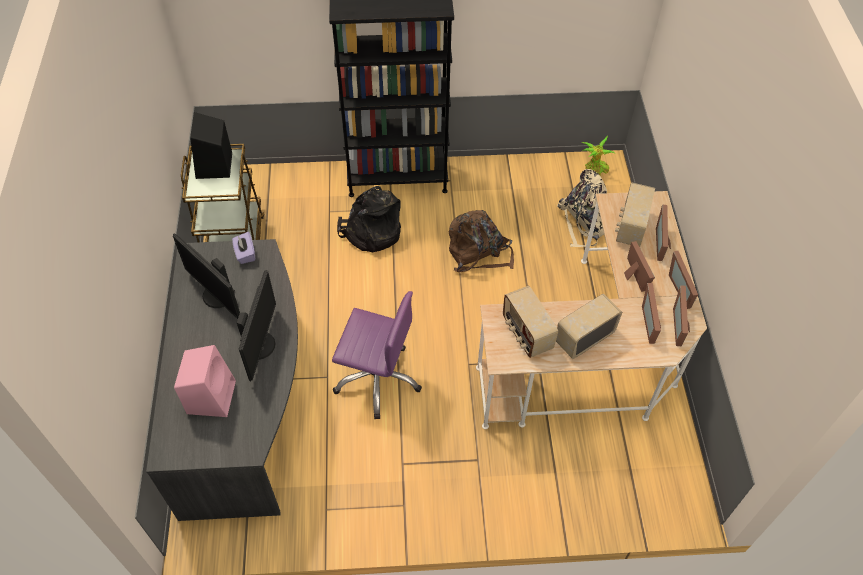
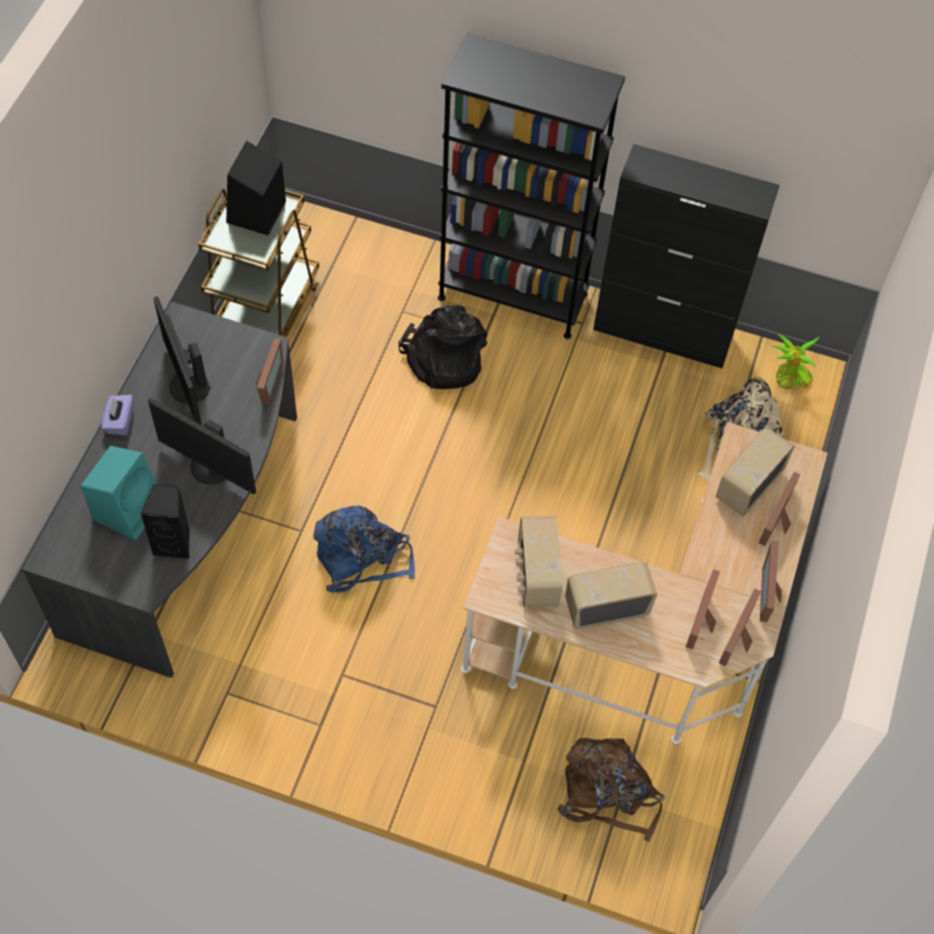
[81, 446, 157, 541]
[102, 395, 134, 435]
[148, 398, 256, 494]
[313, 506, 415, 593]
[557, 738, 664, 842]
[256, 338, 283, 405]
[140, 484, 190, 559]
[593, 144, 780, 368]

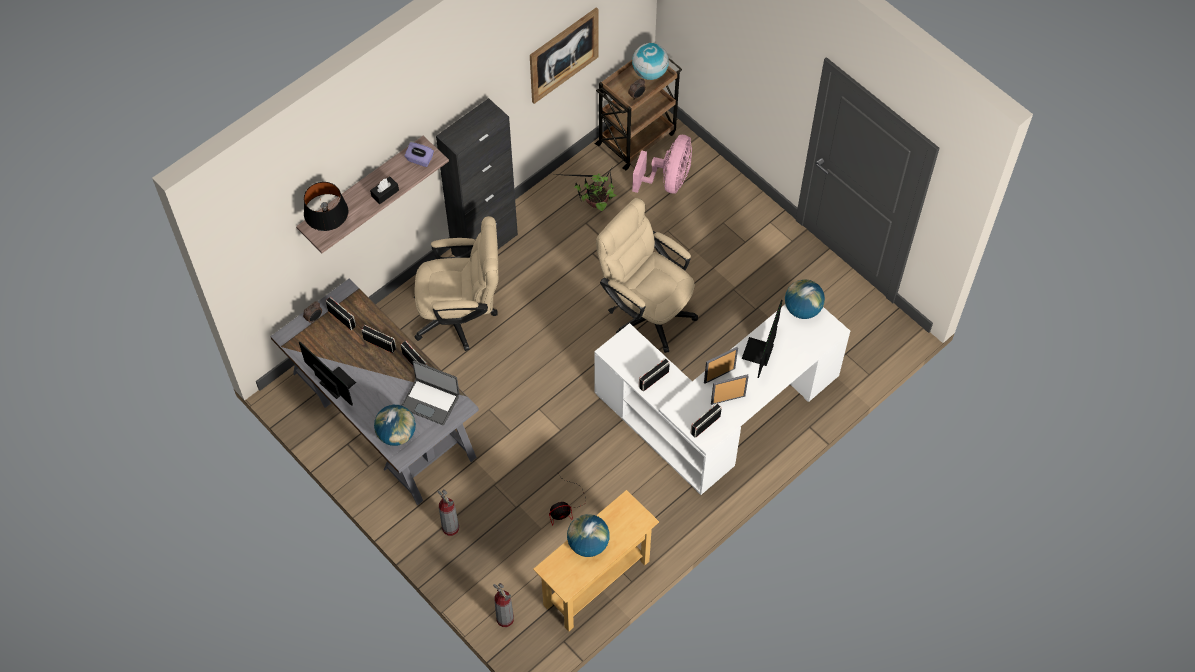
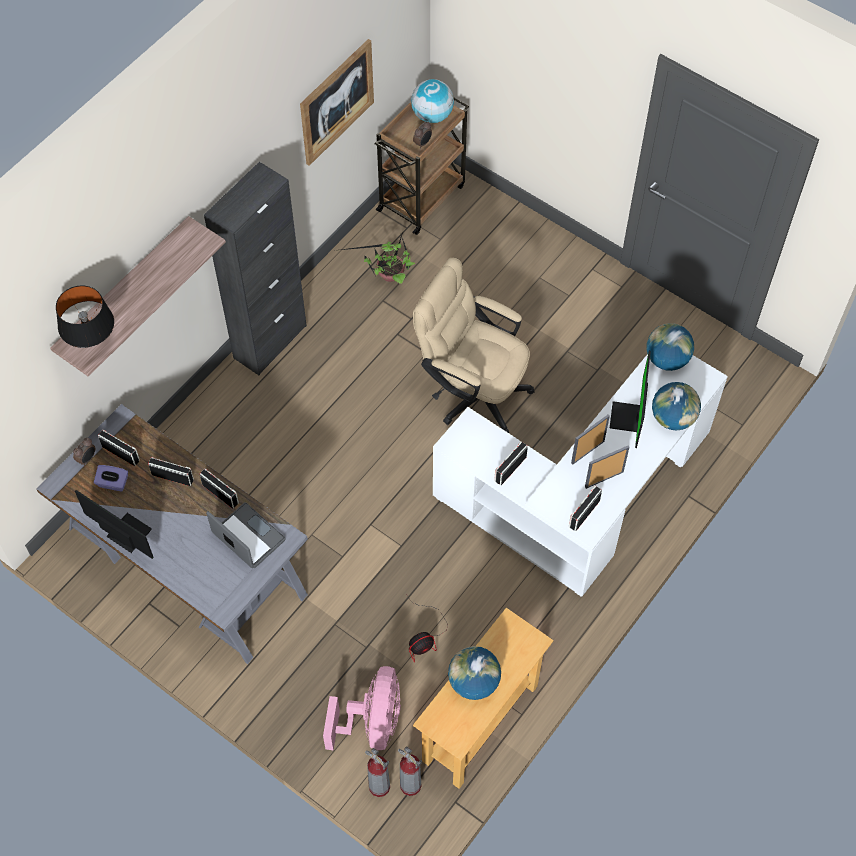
[370, 176, 399, 204] (first image)
[652, 382, 701, 430]
[206, 502, 286, 568]
[94, 465, 128, 491]
[414, 216, 498, 351] (first image)
[398, 746, 422, 796]
[323, 666, 401, 750]

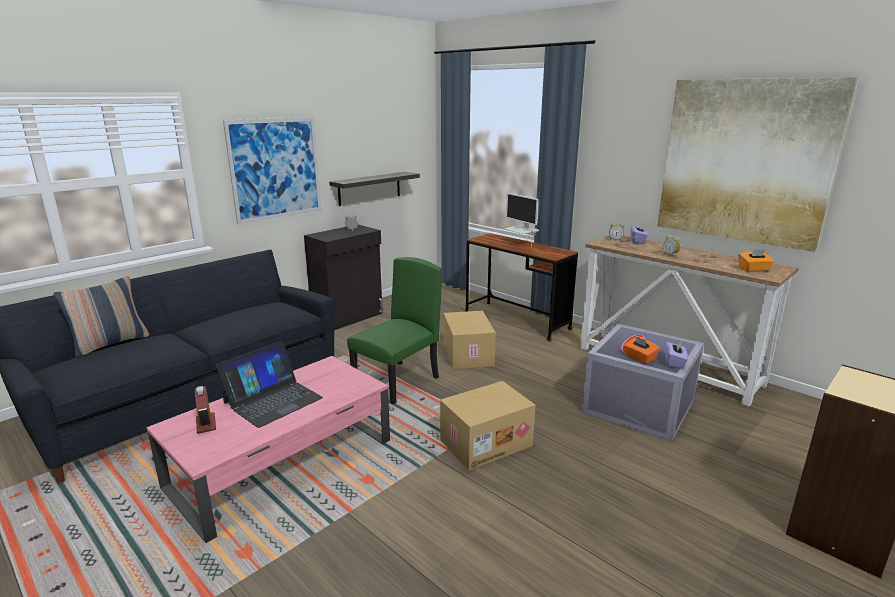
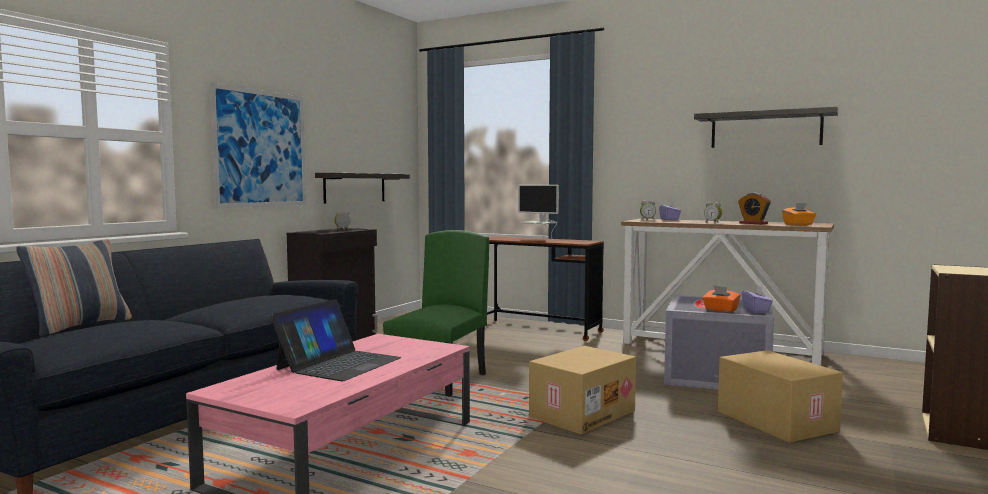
[738, 193, 770, 224]
[718, 350, 843, 443]
[694, 107, 839, 148]

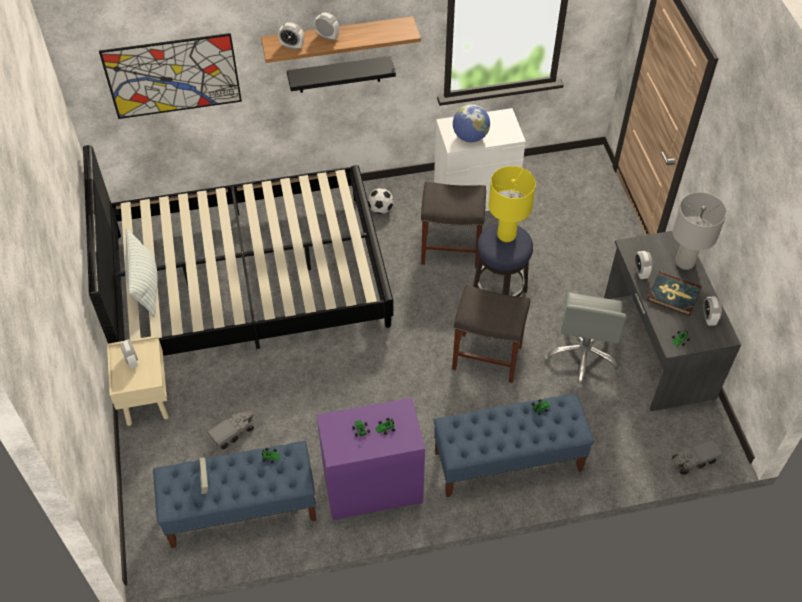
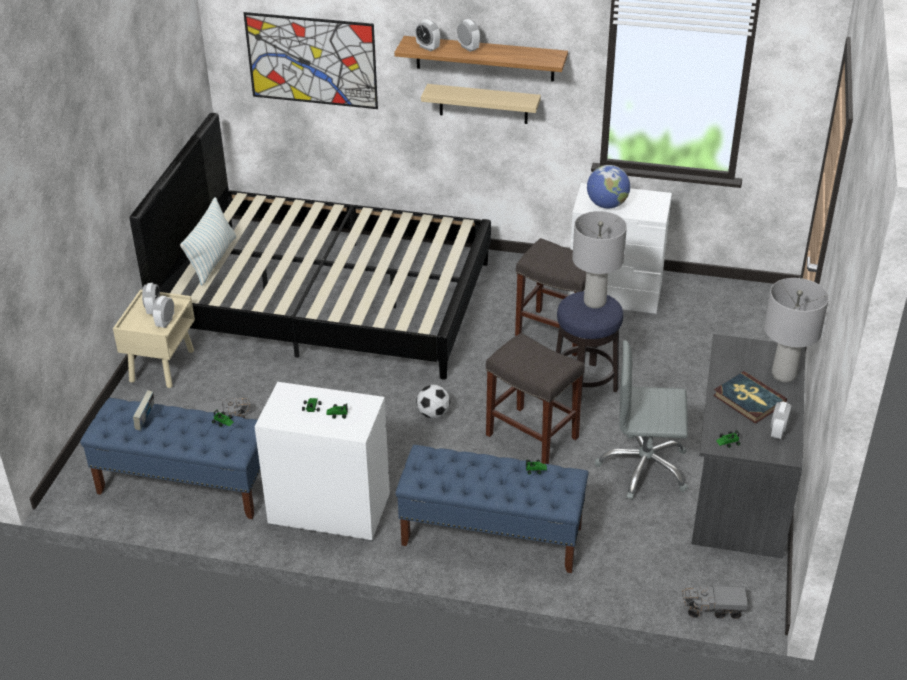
[421, 84, 541, 124]
[254, 382, 390, 542]
[416, 385, 451, 418]
[572, 211, 627, 309]
[595, 340, 688, 500]
[152, 296, 174, 328]

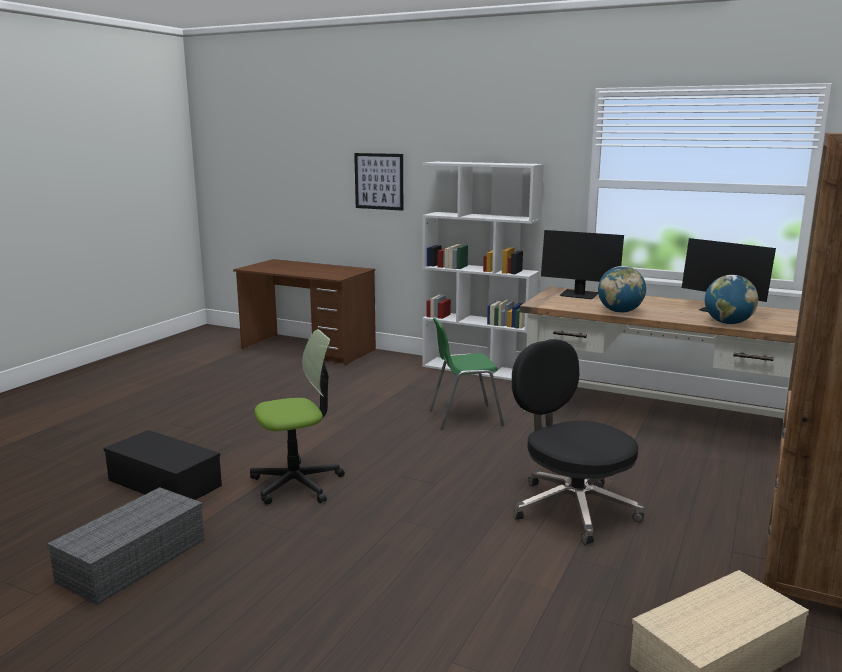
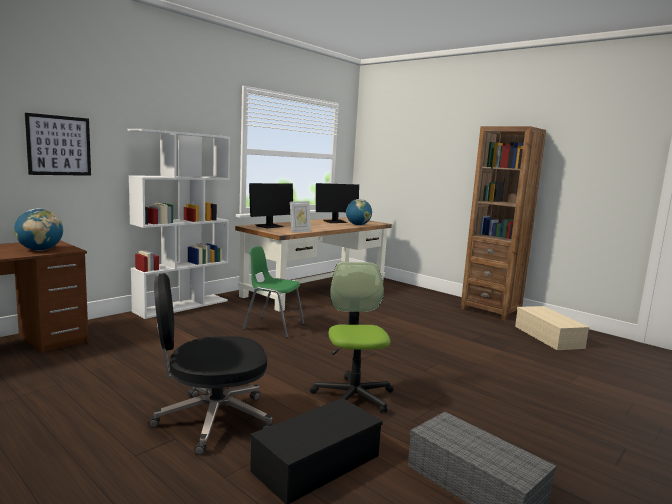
[243, 246, 304, 338]
[149, 273, 272, 455]
[14, 209, 63, 251]
[290, 201, 311, 233]

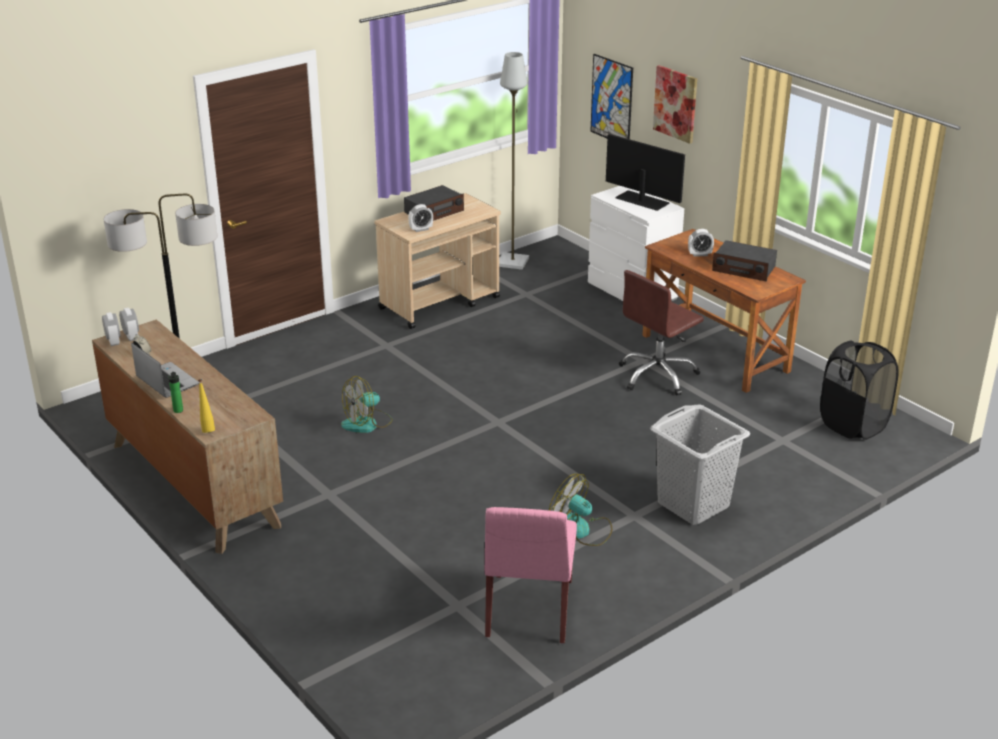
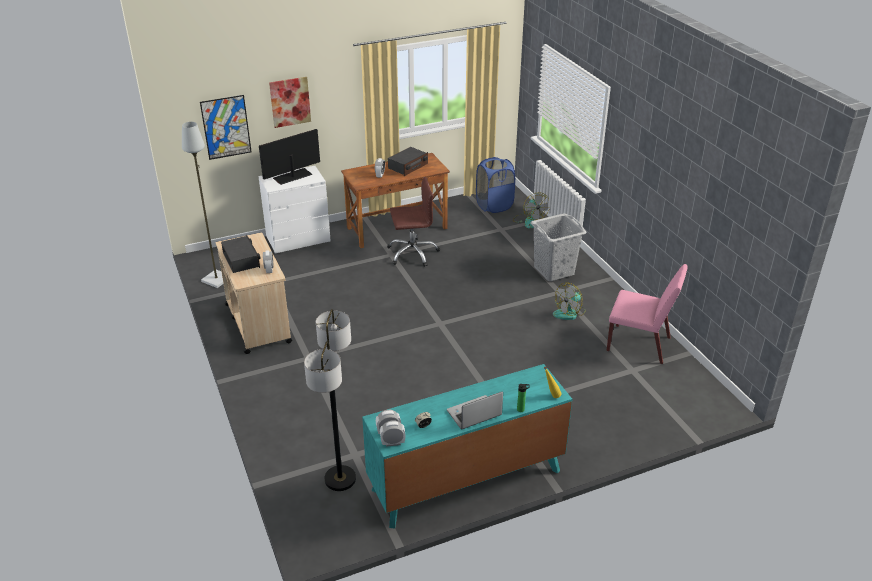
[362, 364, 572, 529]
[513, 192, 550, 228]
[387, 177, 440, 267]
[476, 157, 515, 213]

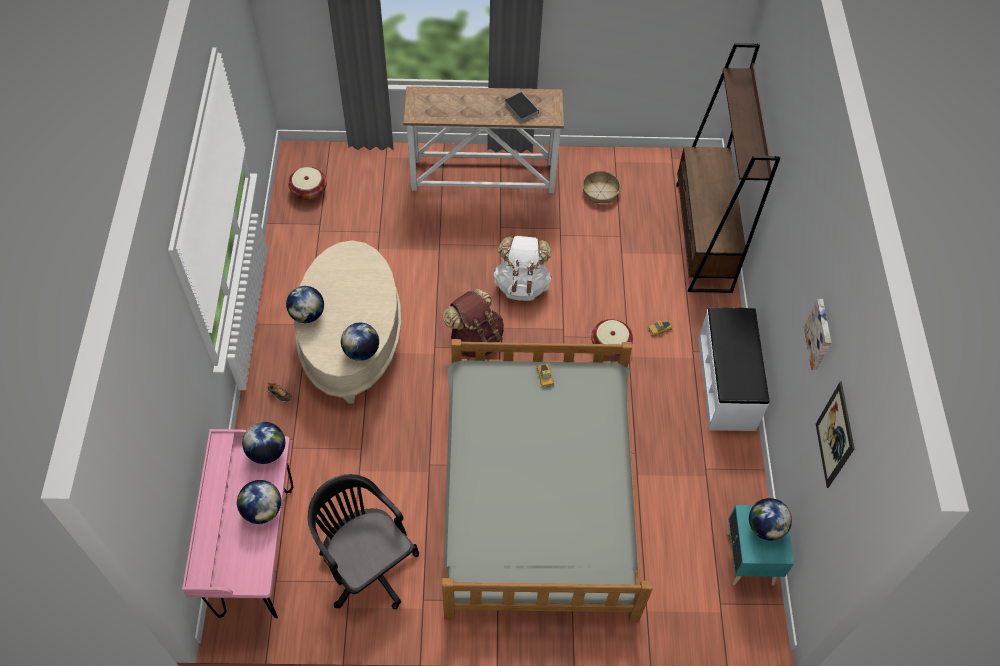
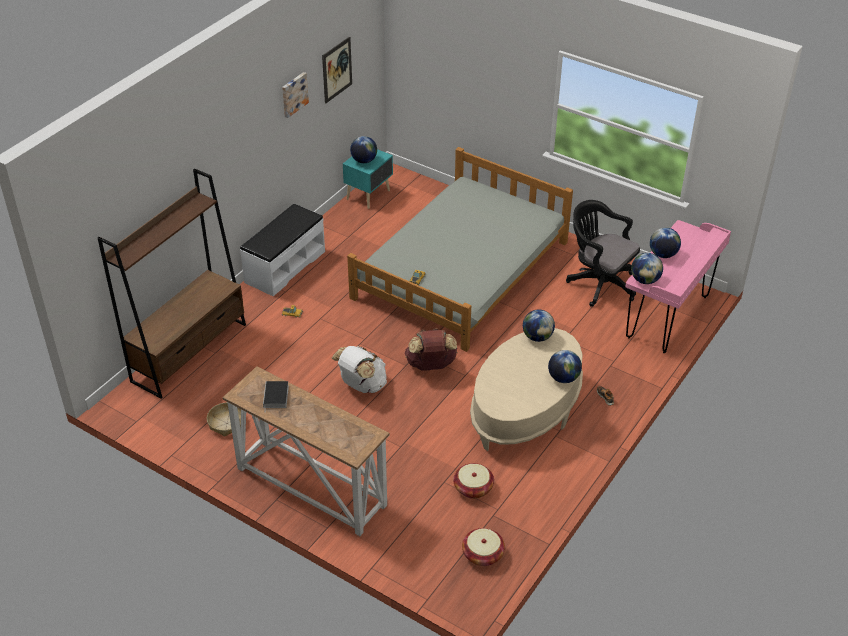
[566, 200, 640, 307]
[453, 463, 494, 499]

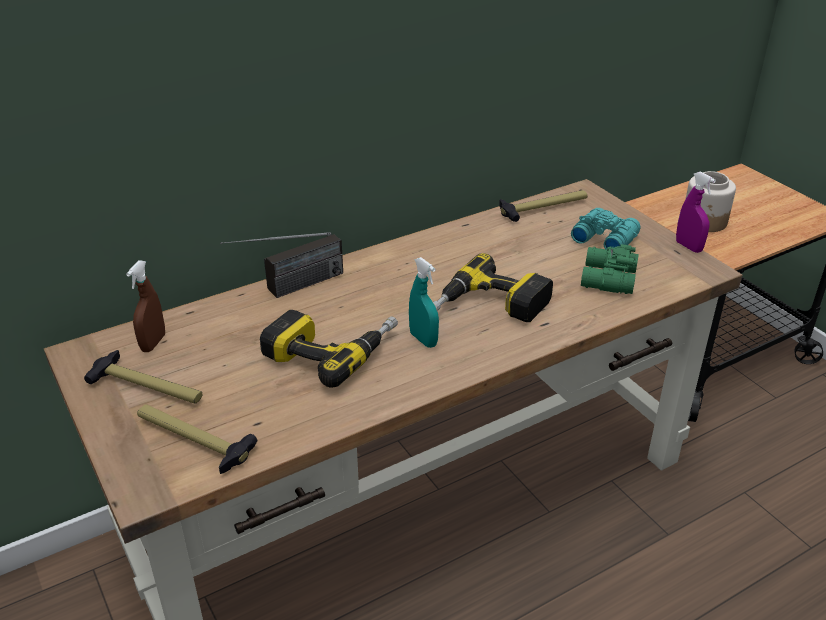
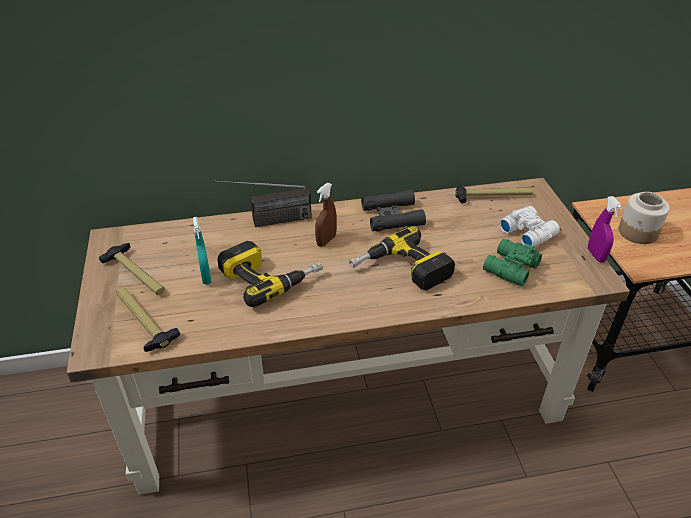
[315, 183, 337, 247]
[193, 217, 212, 285]
[499, 206, 560, 247]
[361, 190, 426, 231]

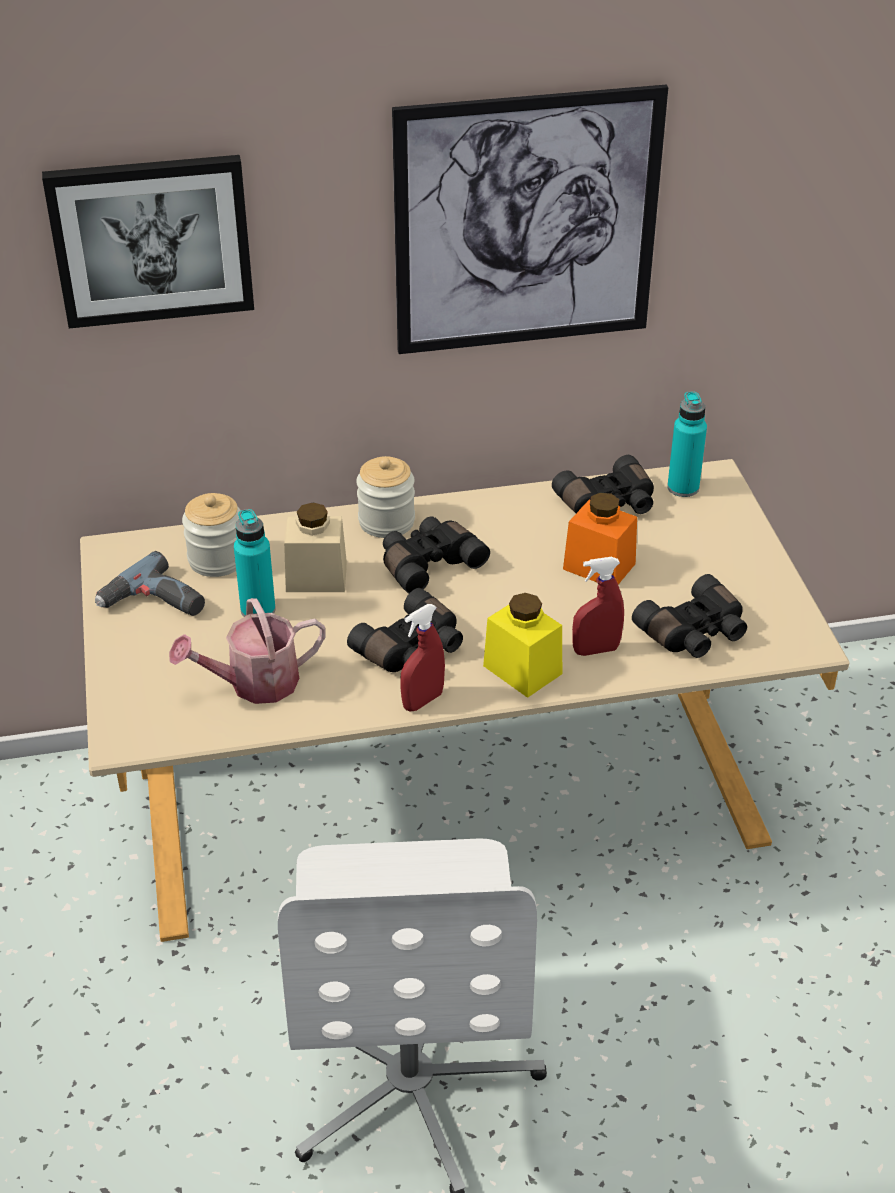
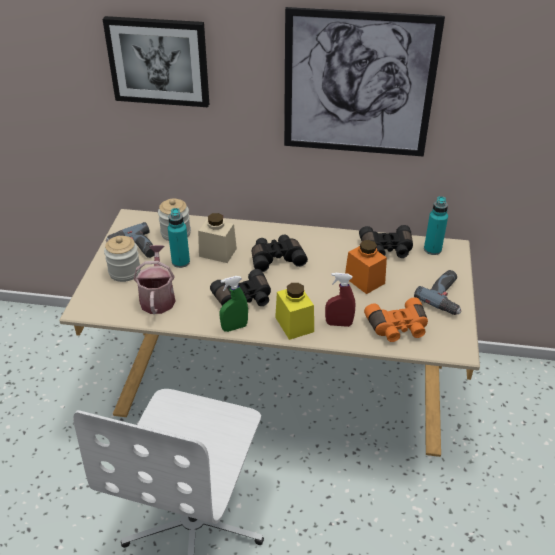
[134, 245, 176, 314]
[104, 236, 141, 282]
[220, 276, 248, 332]
[364, 297, 428, 342]
[414, 270, 461, 315]

